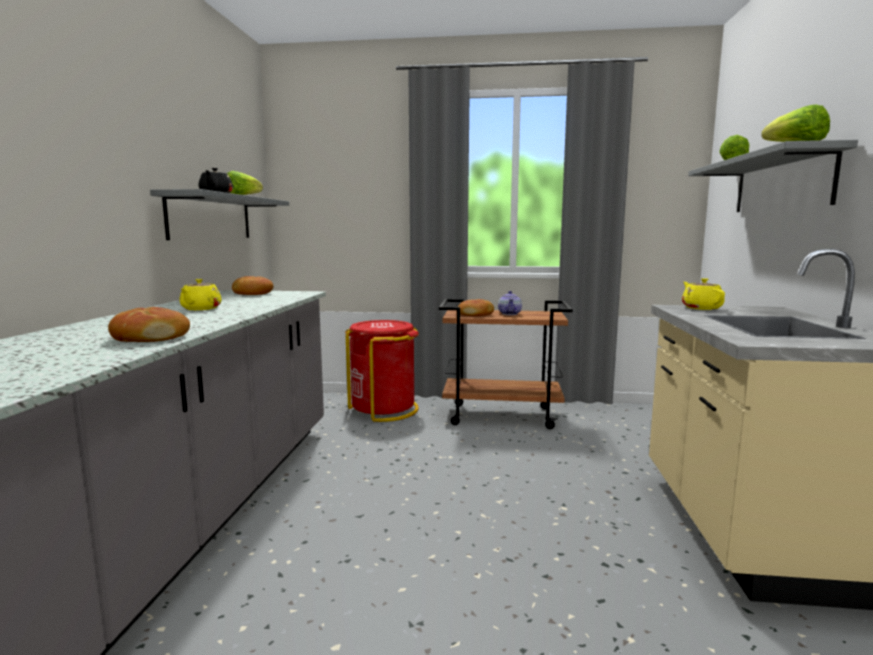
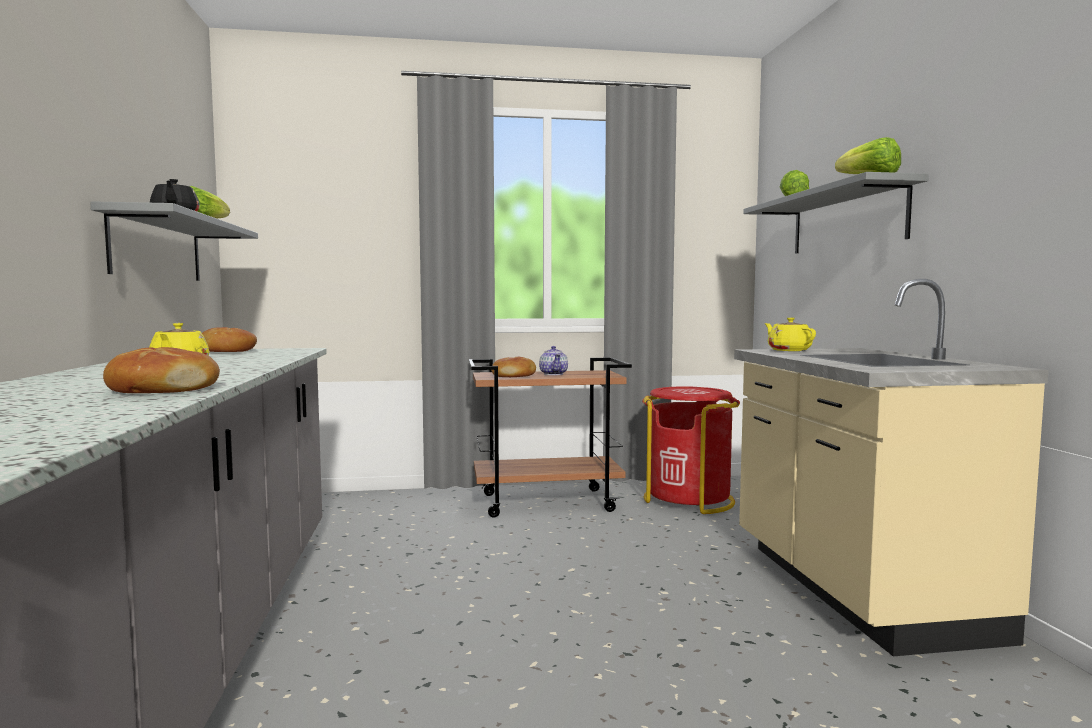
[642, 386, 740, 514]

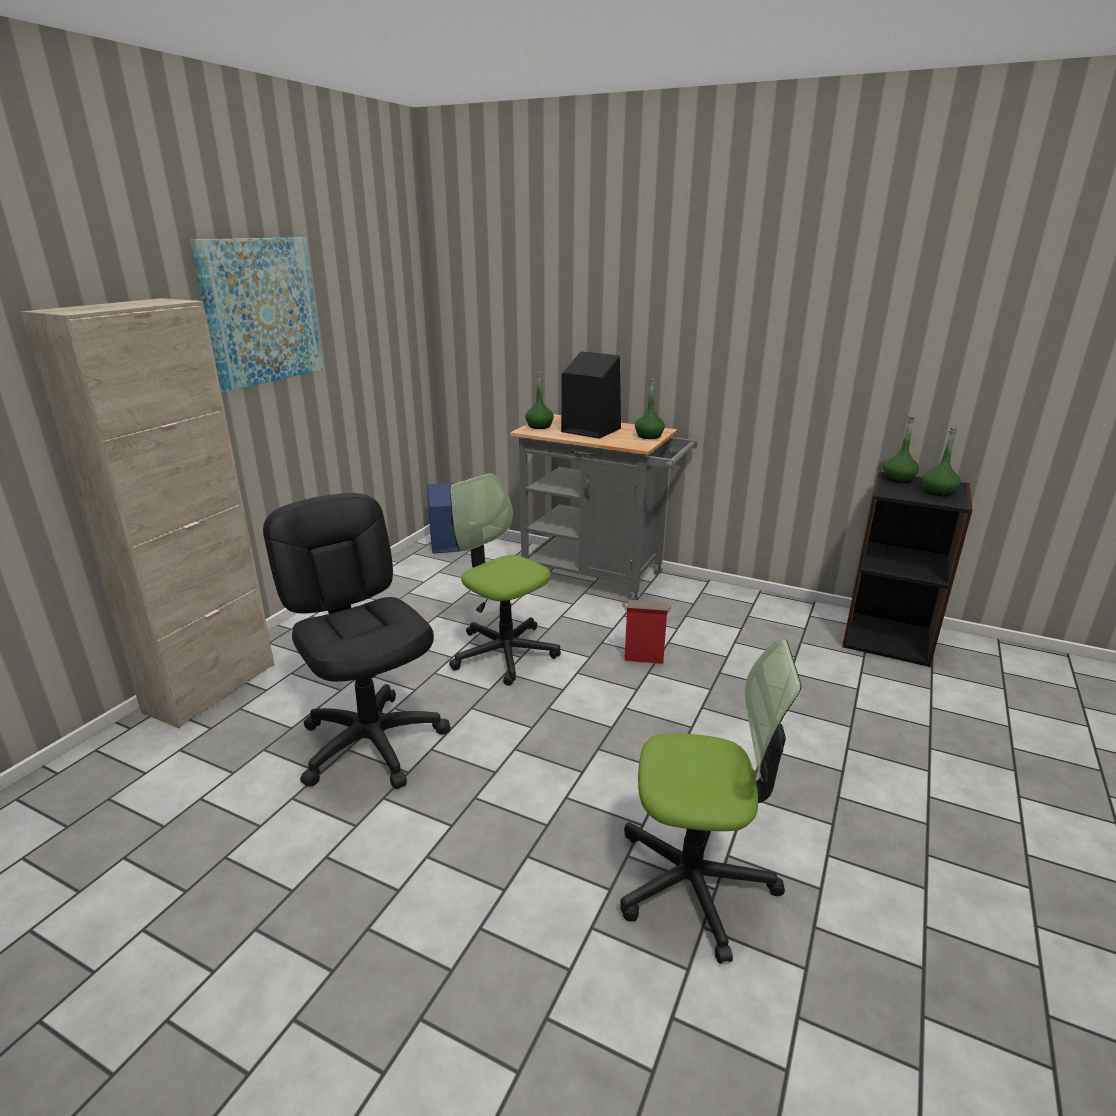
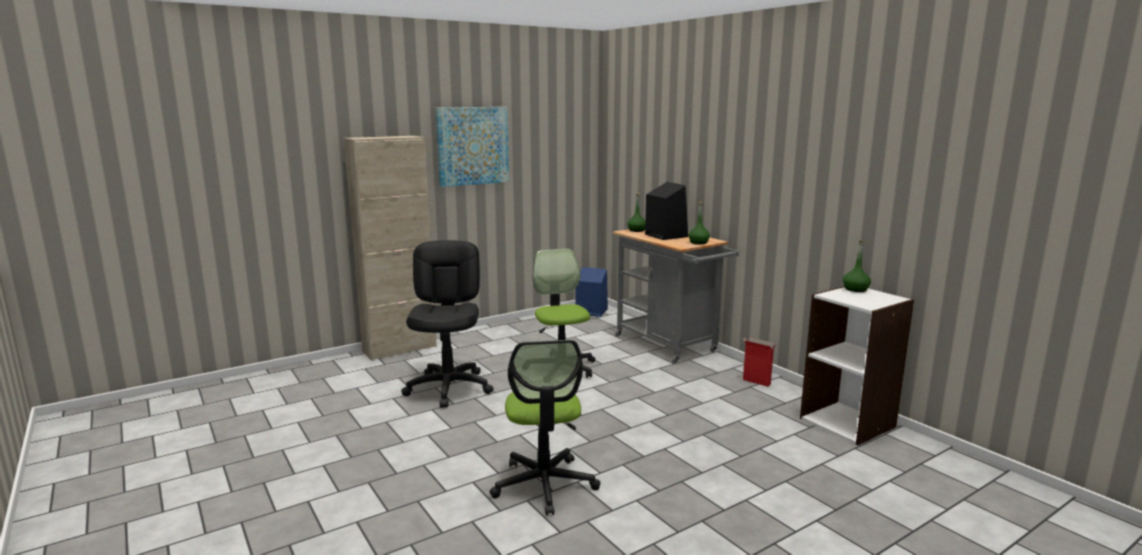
[490, 340, 600, 516]
[743, 337, 776, 387]
[800, 286, 914, 445]
[922, 427, 961, 496] (first image)

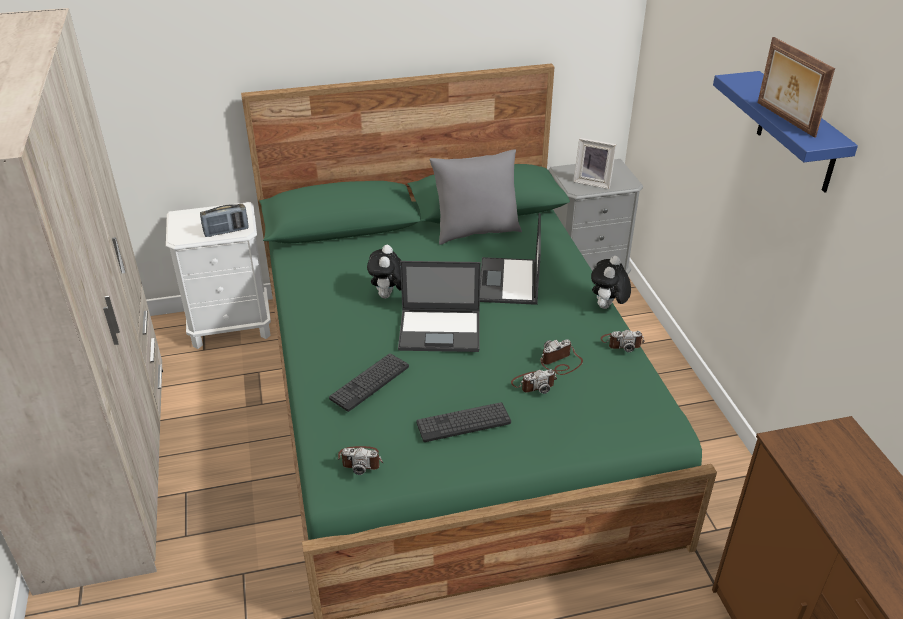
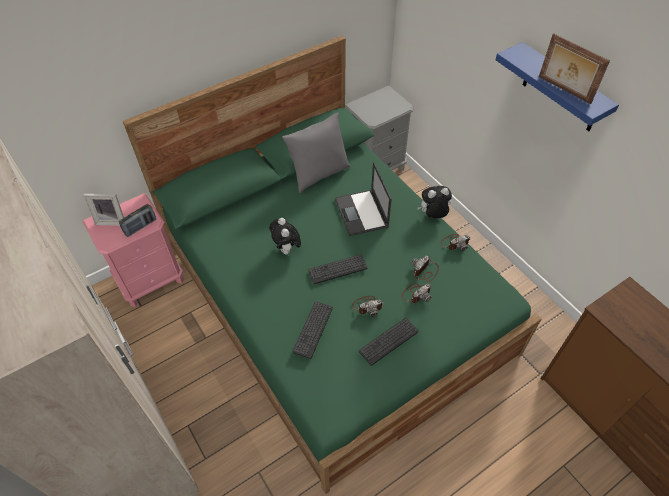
[83, 193, 184, 307]
[352, 296, 384, 317]
[308, 254, 367, 284]
[84, 194, 124, 226]
[417, 186, 452, 218]

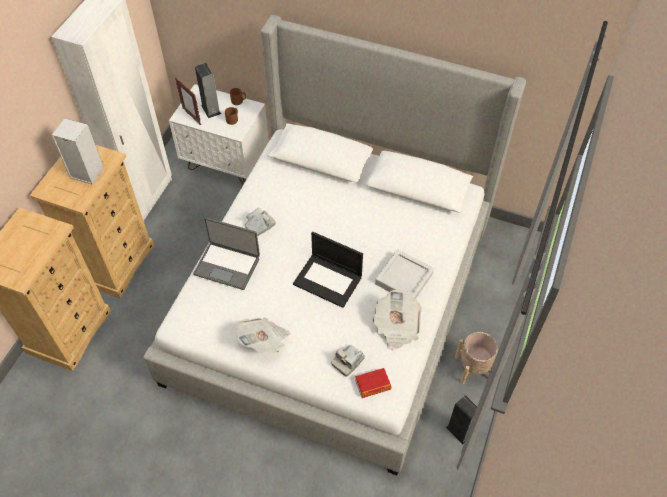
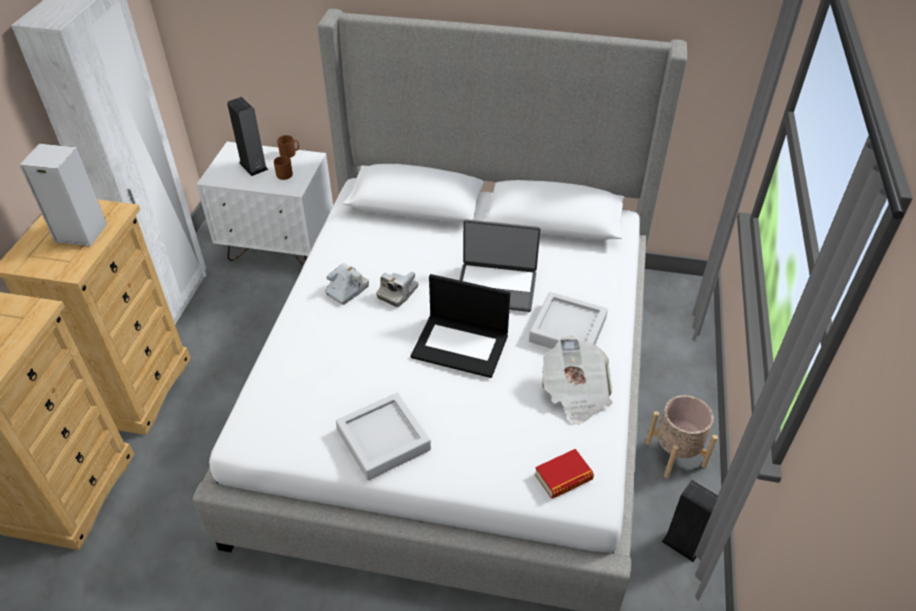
[175, 78, 201, 125] (first image)
[459, 220, 540, 312]
[336, 393, 431, 480]
[376, 272, 418, 307]

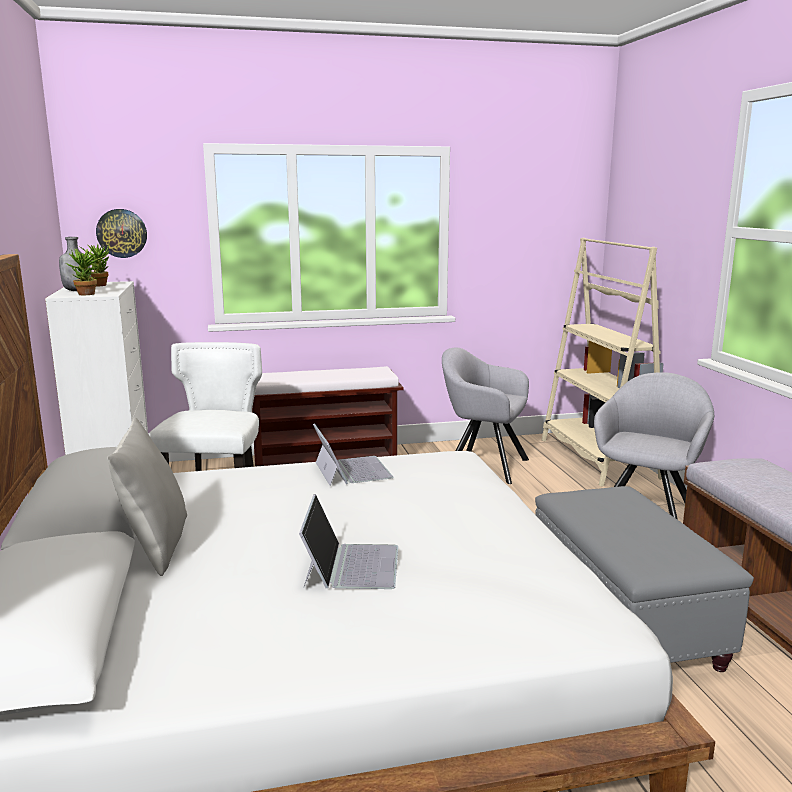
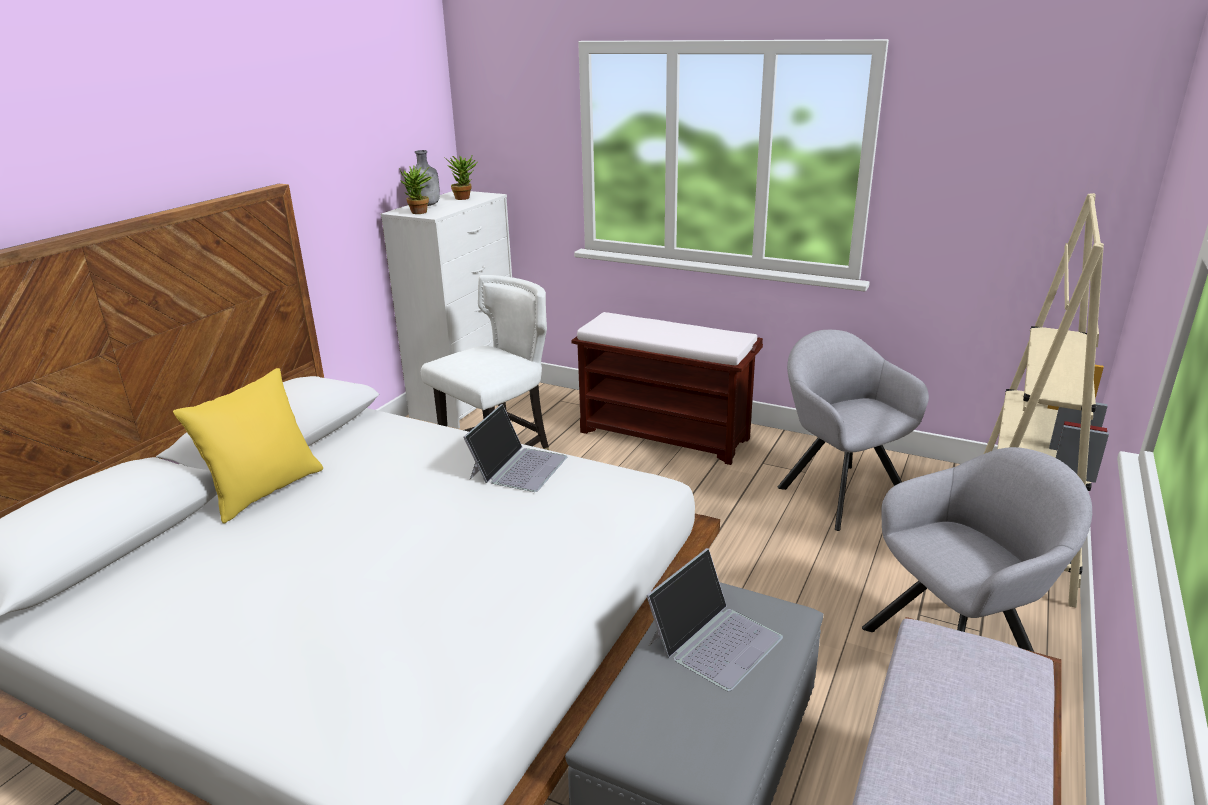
[96, 209, 147, 258] (first image)
[173, 368, 323, 524]
[646, 548, 783, 691]

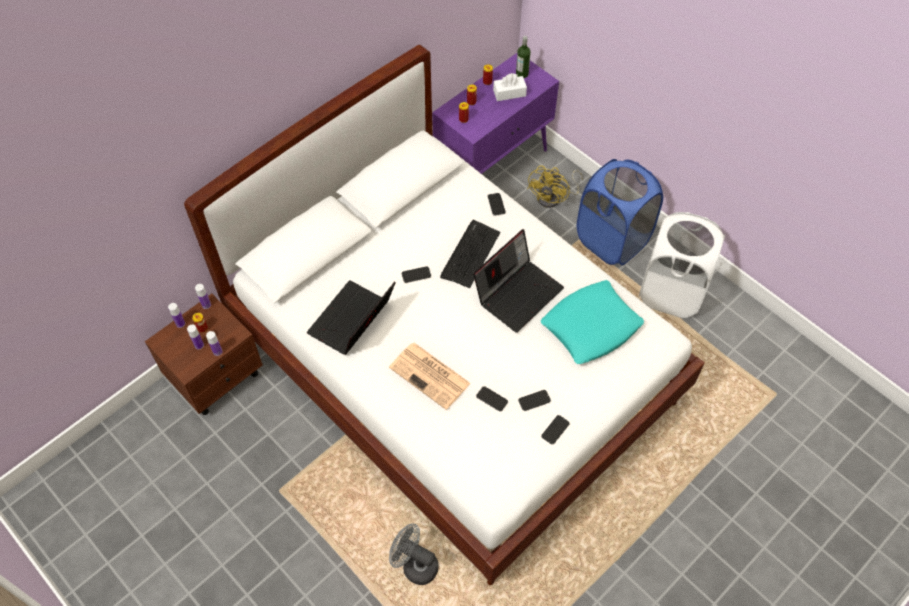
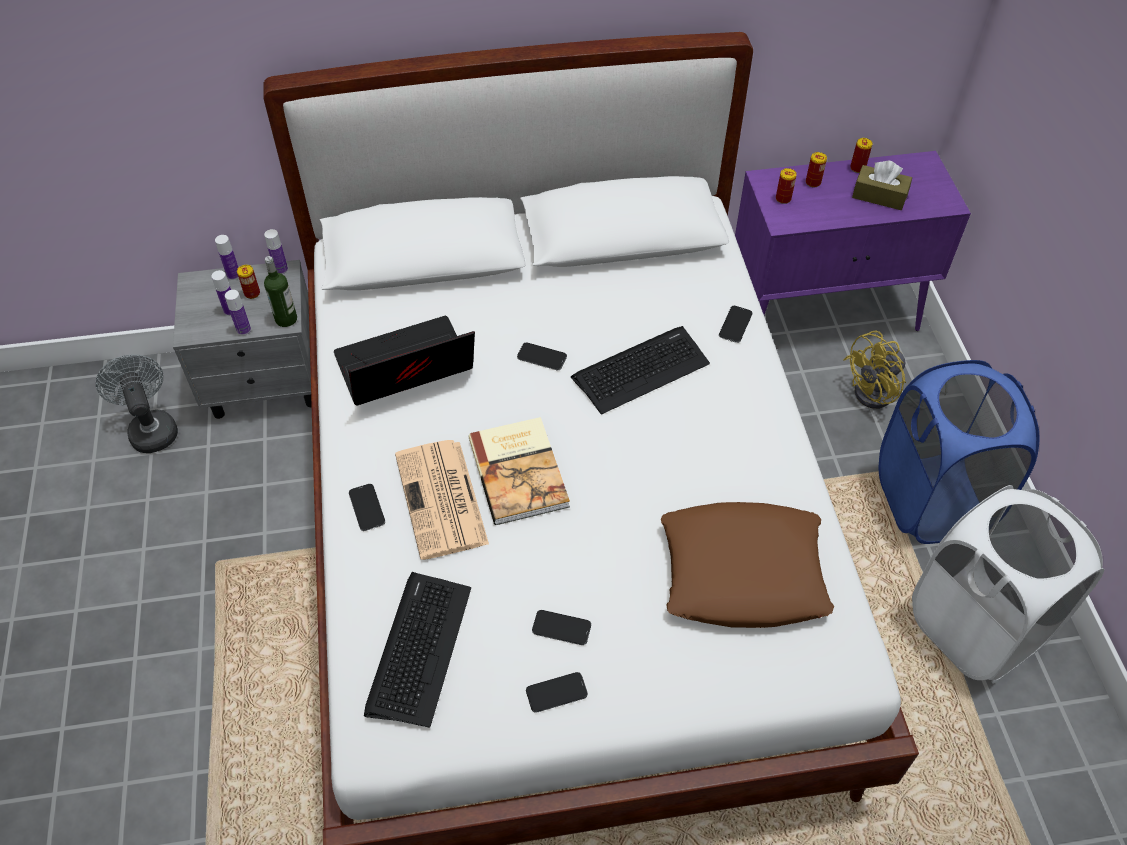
[173, 260, 312, 419]
[96, 354, 178, 453]
[473, 229, 564, 333] (first image)
[349, 484, 385, 531]
[852, 161, 912, 210]
[264, 256, 297, 327]
[661, 502, 834, 628]
[364, 572, 471, 728]
[468, 417, 570, 525]

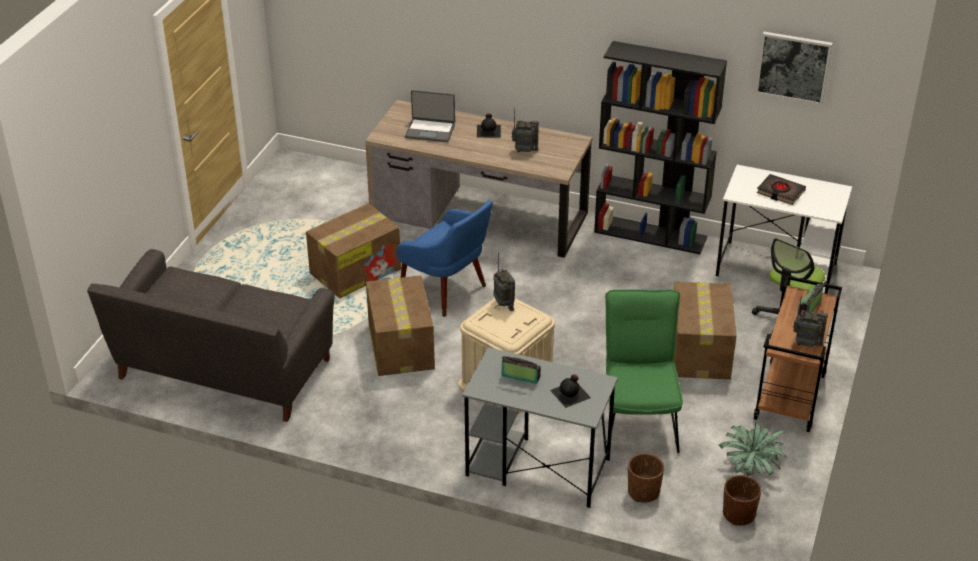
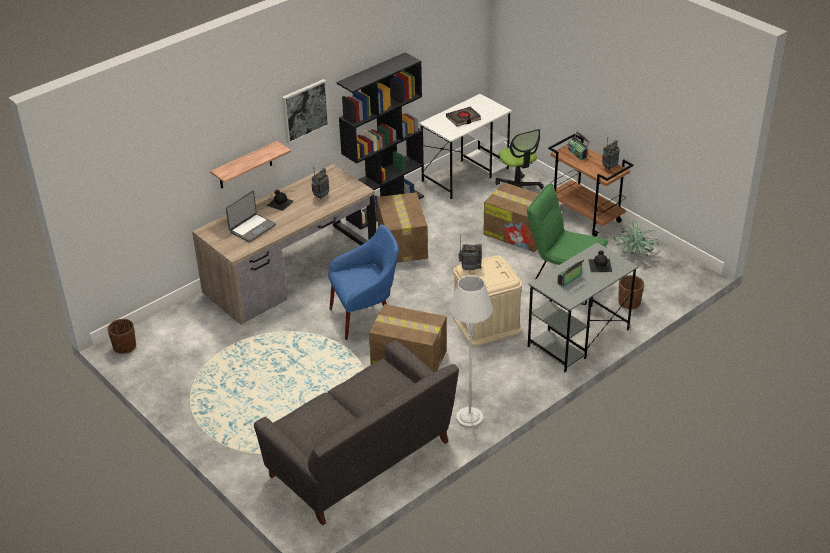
[377, 192, 428, 263]
[107, 319, 136, 354]
[282, 79, 330, 144]
[210, 141, 291, 189]
[449, 275, 493, 428]

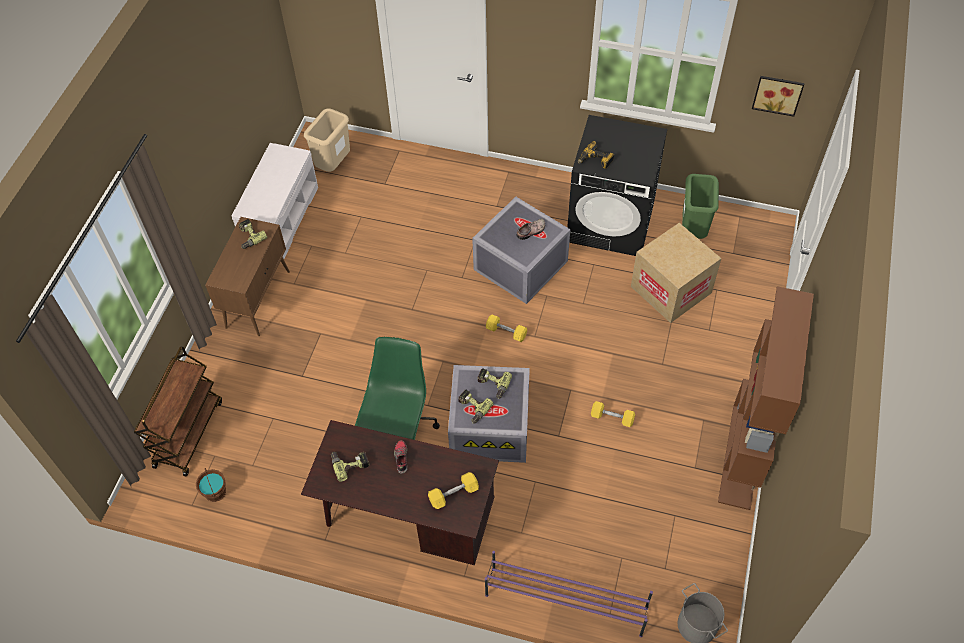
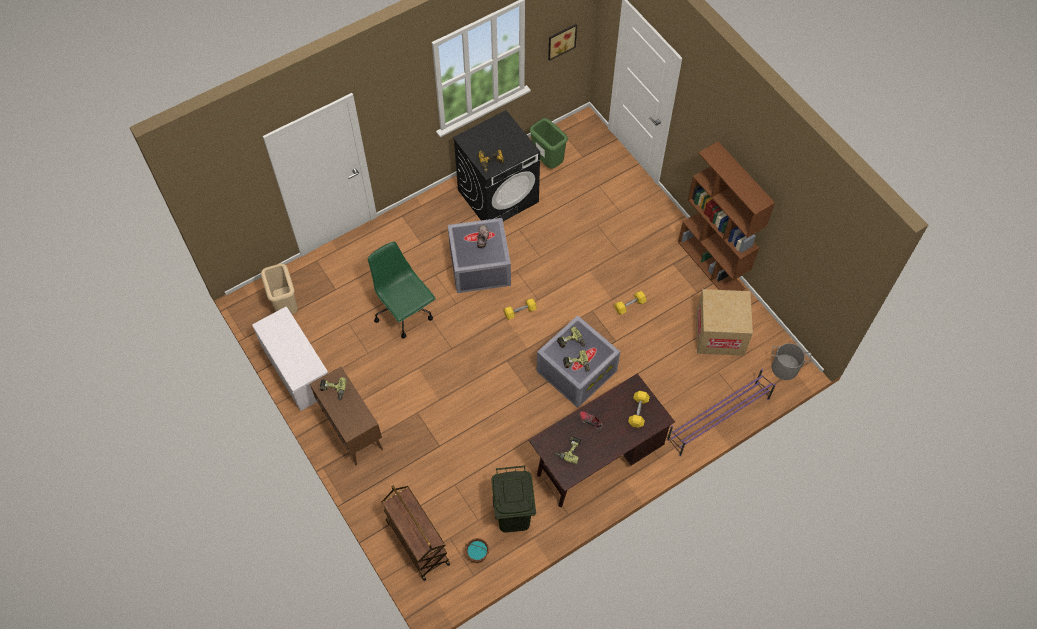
[368, 241, 436, 339]
[696, 289, 753, 356]
[492, 465, 536, 533]

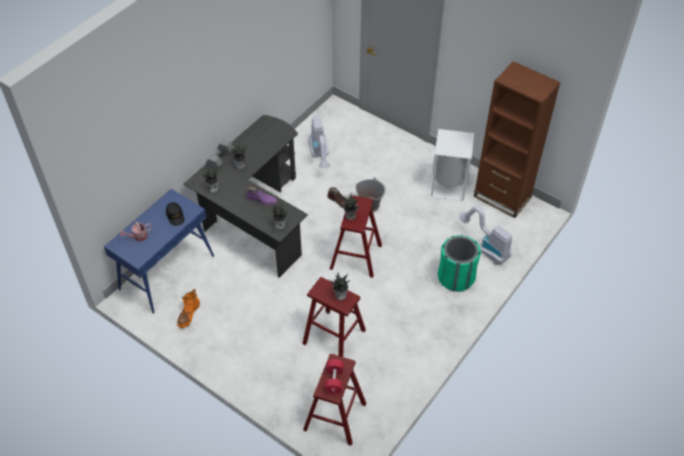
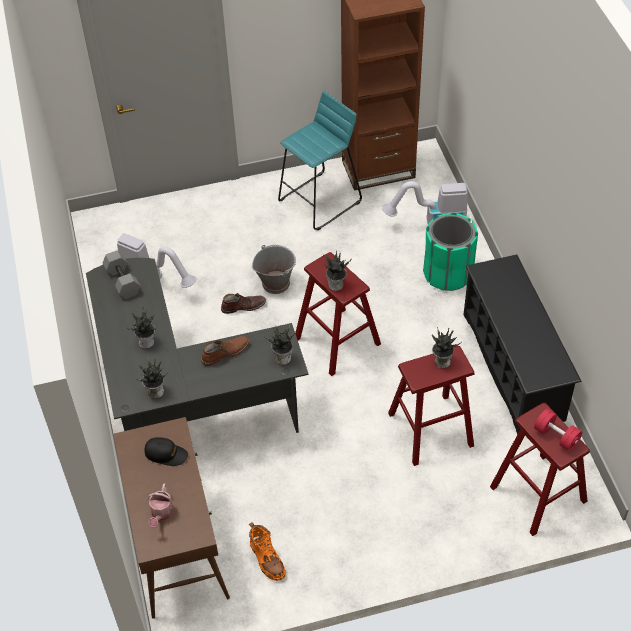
[114, 417, 230, 619]
[103, 250, 140, 299]
[201, 336, 249, 366]
[278, 91, 362, 230]
[464, 254, 582, 434]

